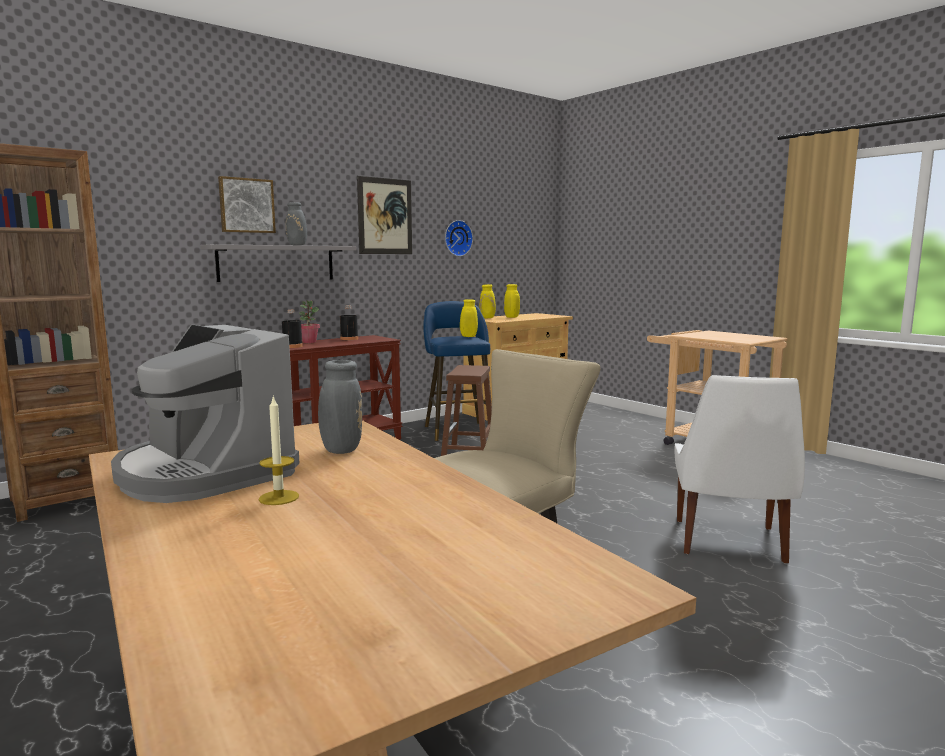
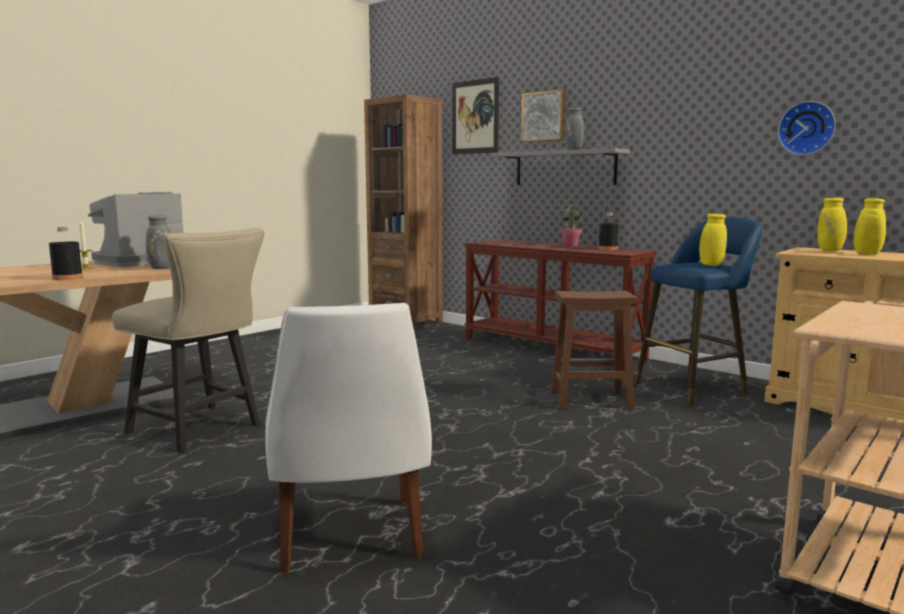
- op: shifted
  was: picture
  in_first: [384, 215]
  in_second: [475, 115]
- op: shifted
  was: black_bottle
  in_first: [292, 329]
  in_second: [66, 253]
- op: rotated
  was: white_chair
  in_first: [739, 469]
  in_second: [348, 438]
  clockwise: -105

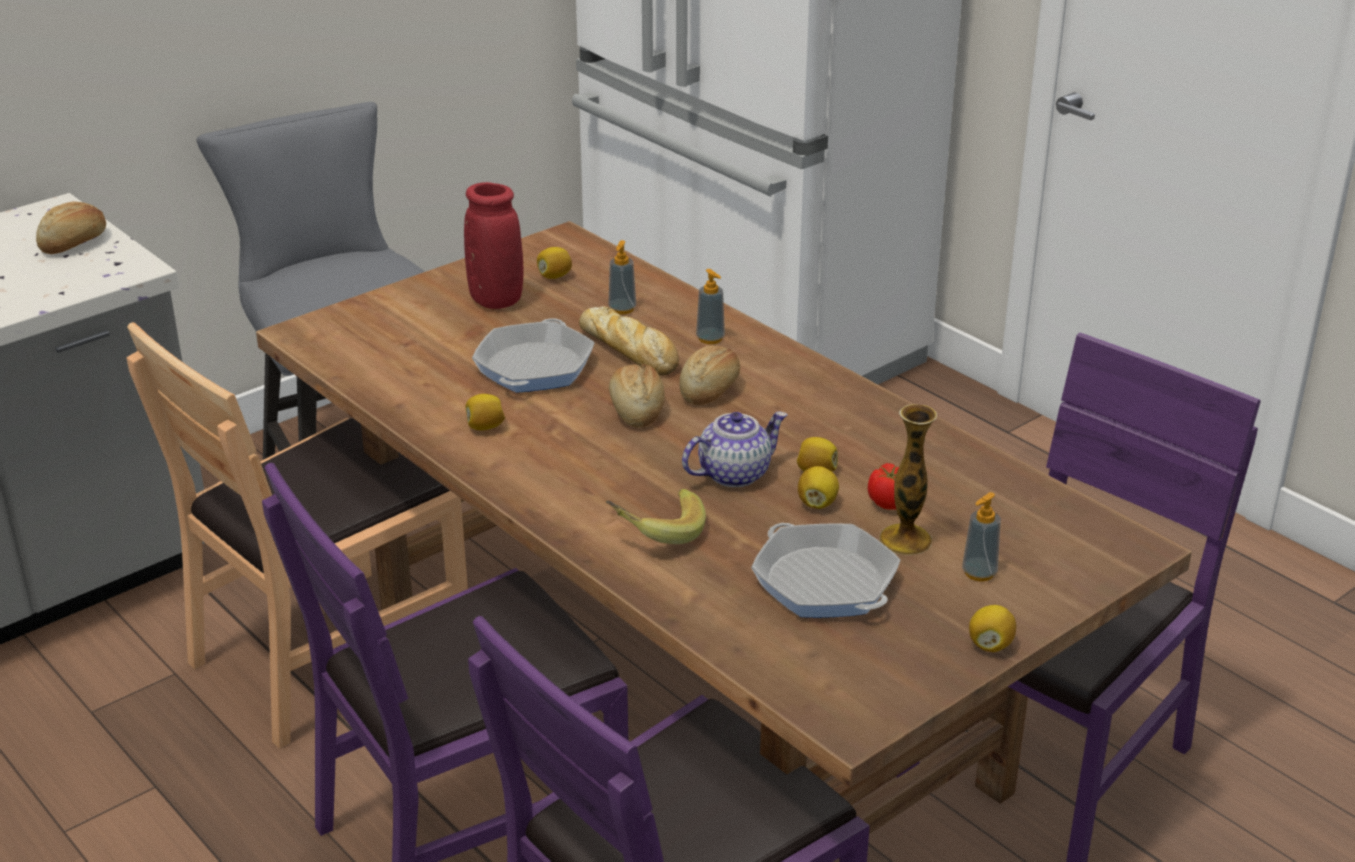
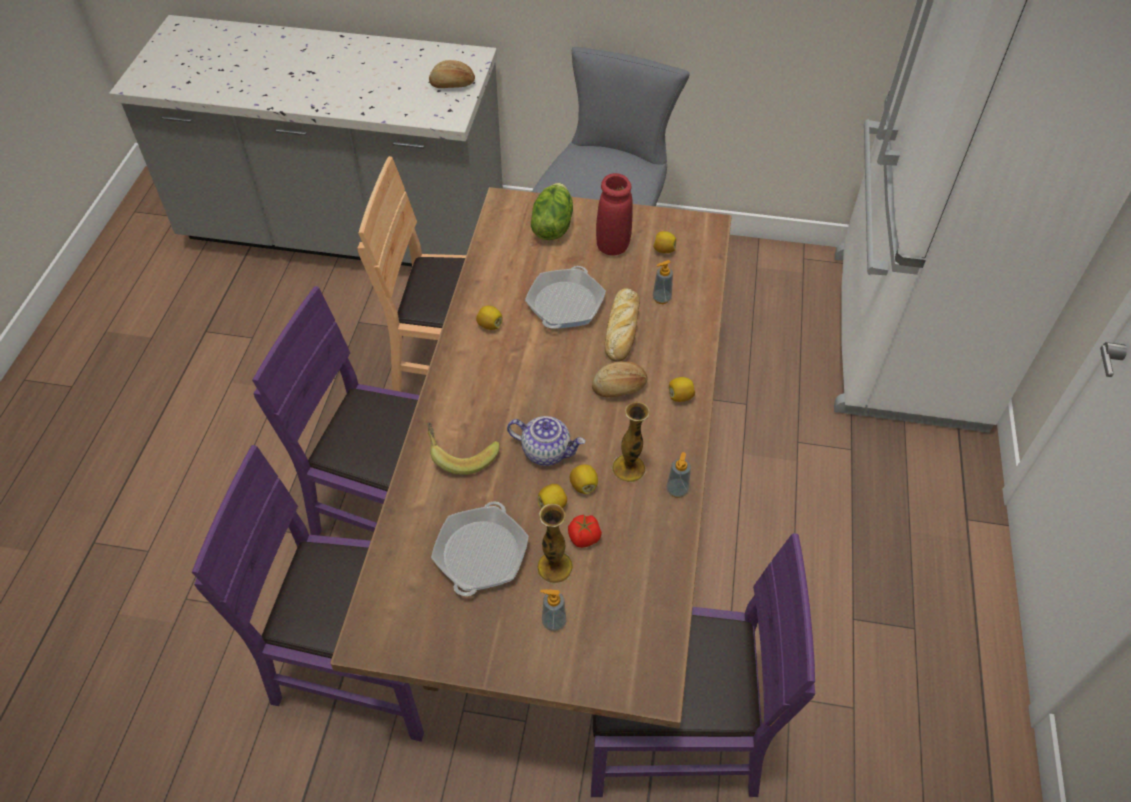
- op: shifted
  was: soap_dispenser
  in_first: [710, 306]
  in_second: [679, 475]
- op: rotated
  was: frying_pan
  in_first: [533, 355]
  in_second: [565, 297]
  clockwise: 135
- op: gone
  was: bread
  in_first: [637, 396]
- op: shifted
  was: lemon
  in_first: [992, 628]
  in_second: [682, 389]
- op: new
  now: lettuce
  in_second: [552, 211]
- op: new
  now: vase
  in_second: [631, 442]

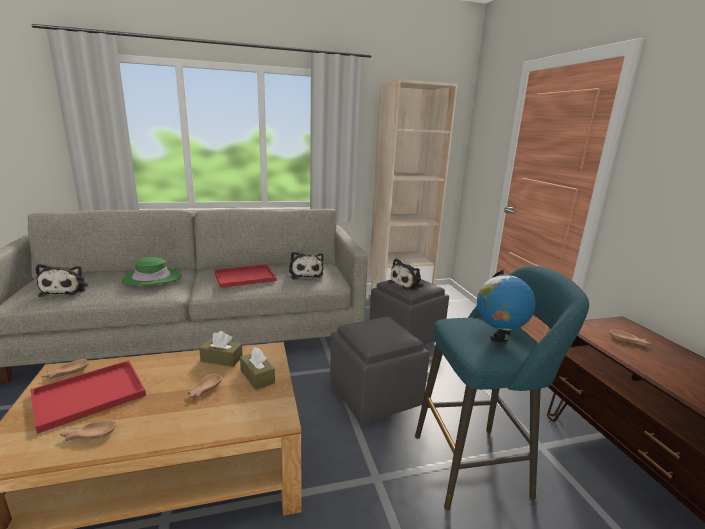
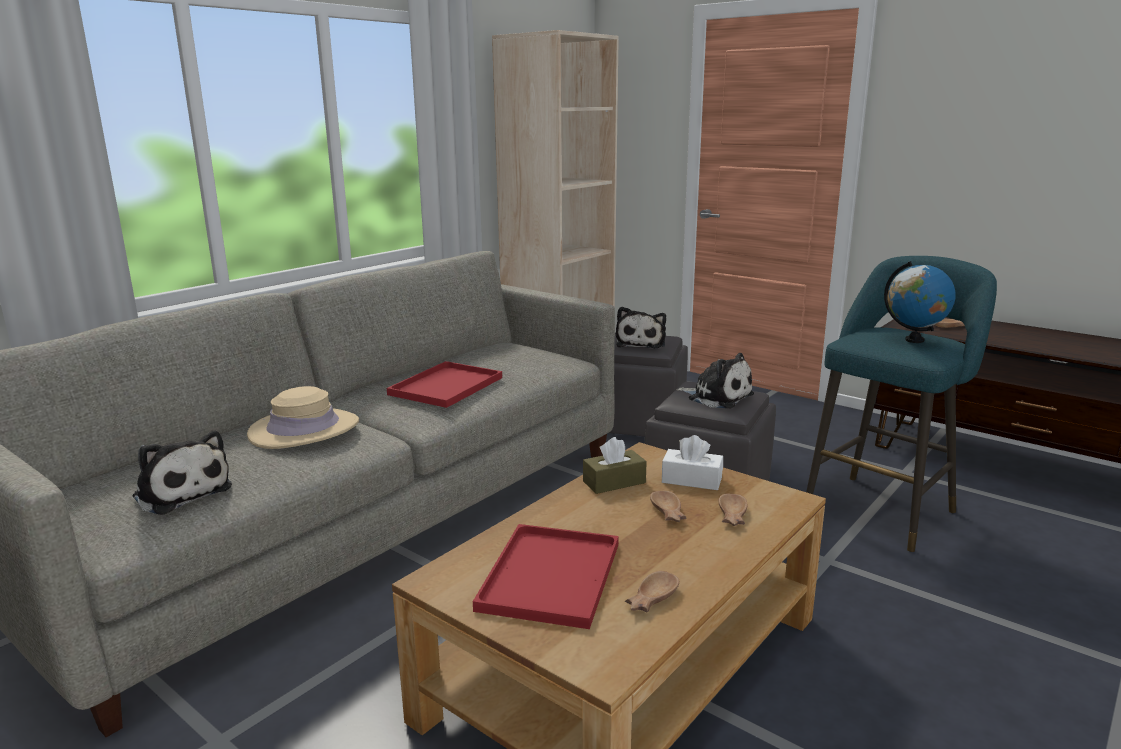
- op: shifted
  was: plush_toy
  in_first: [306, 265]
  in_second: [715, 381]
- op: repainted
  was: green_hat
  now: beige_hat
  in_first: [151, 271]
  in_second: [303, 417]
- op: repainted
  was: brown_tissue_box
  now: white_tissue_box
  in_first: [257, 368]
  in_second: [692, 462]
- op: shifted
  was: brown_bowl
  in_first: [65, 369]
  in_second: [733, 510]

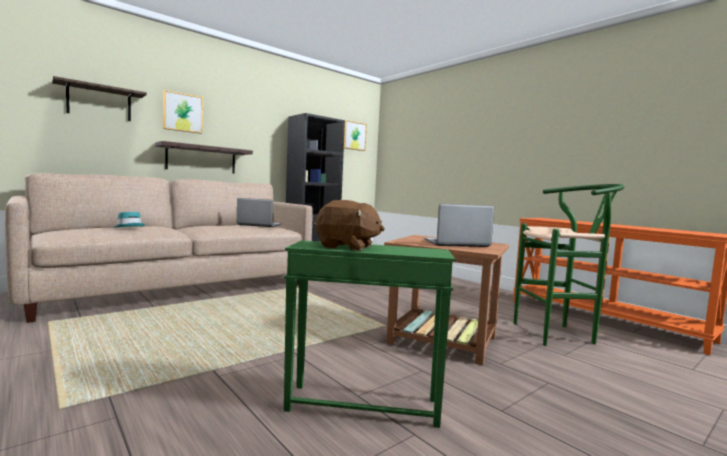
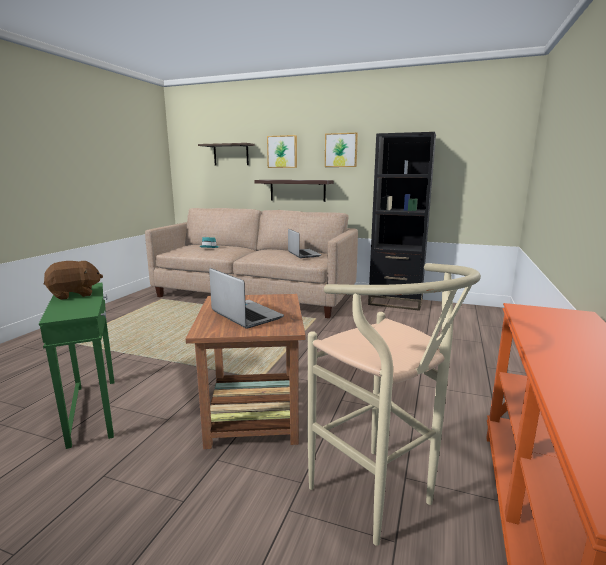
- op: shifted
  was: picture
  in_first: [355, 135]
  in_second: [341, 150]
- op: repainted
  was: green_stool
  now: beige_stool
  in_first: [569, 265]
  in_second: [394, 404]
- op: rotated
  was: brown_plush_toy
  in_first: [350, 225]
  in_second: [73, 280]
  clockwise: -105

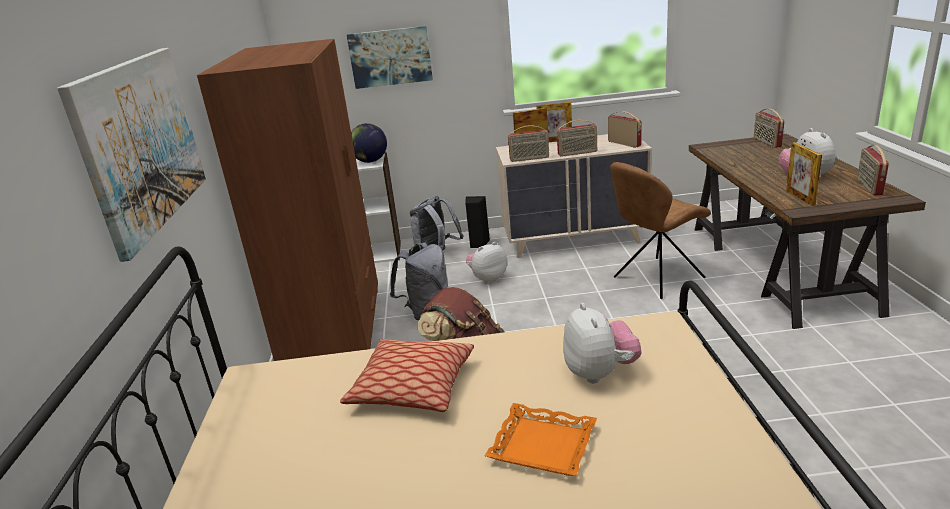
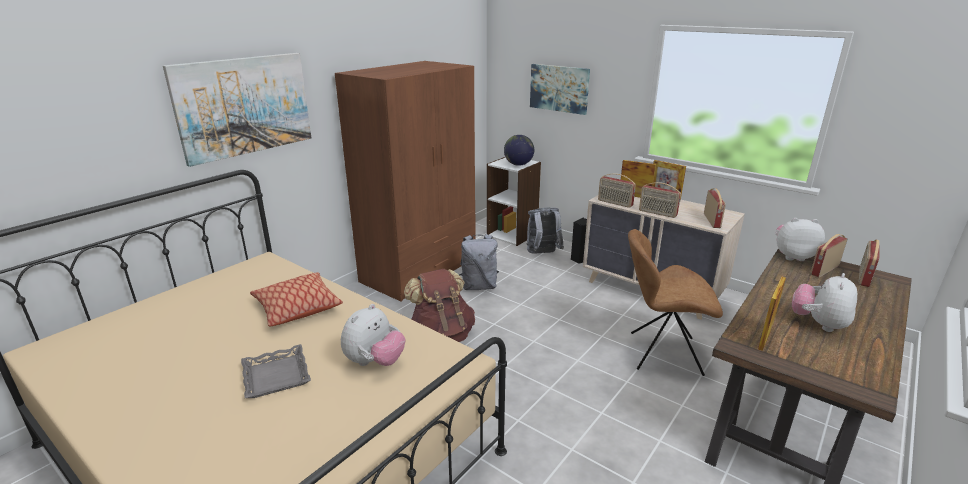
- op: shifted
  was: radio
  in_first: [873, 170]
  in_second: [829, 255]
- op: shifted
  was: plush_toy
  in_first: [486, 263]
  in_second: [800, 239]
- op: repainted
  was: orange_tray
  now: grey_tray
  in_first: [541, 439]
  in_second: [276, 371]

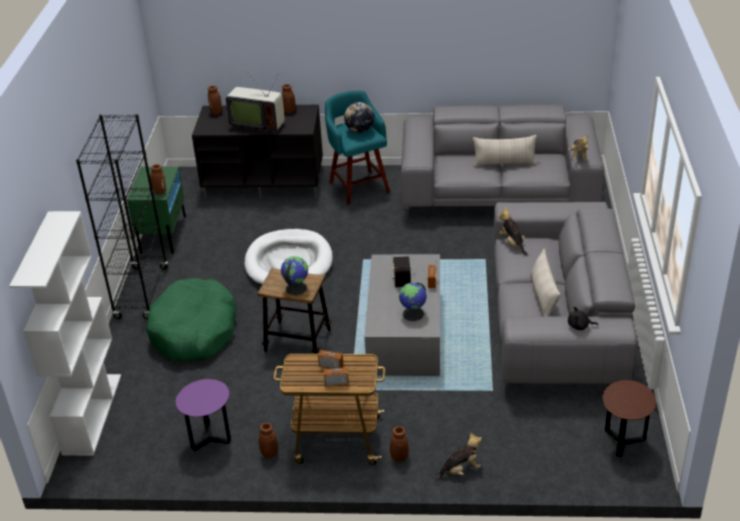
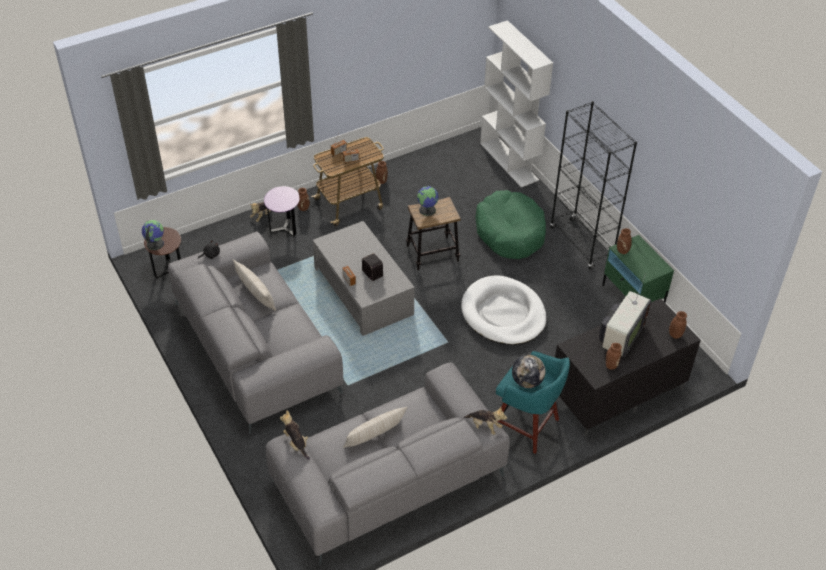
- op: rotated
  was: television
  in_first: [255, 103]
  in_second: [625, 315]
  clockwise: 135
- op: shifted
  was: plush_toy
  in_first: [512, 231]
  in_second: [485, 421]
- op: shifted
  was: globe
  in_first: [413, 301]
  in_second: [153, 235]
- op: shifted
  was: purple_side_table
  in_first: [203, 415]
  in_second: [282, 211]

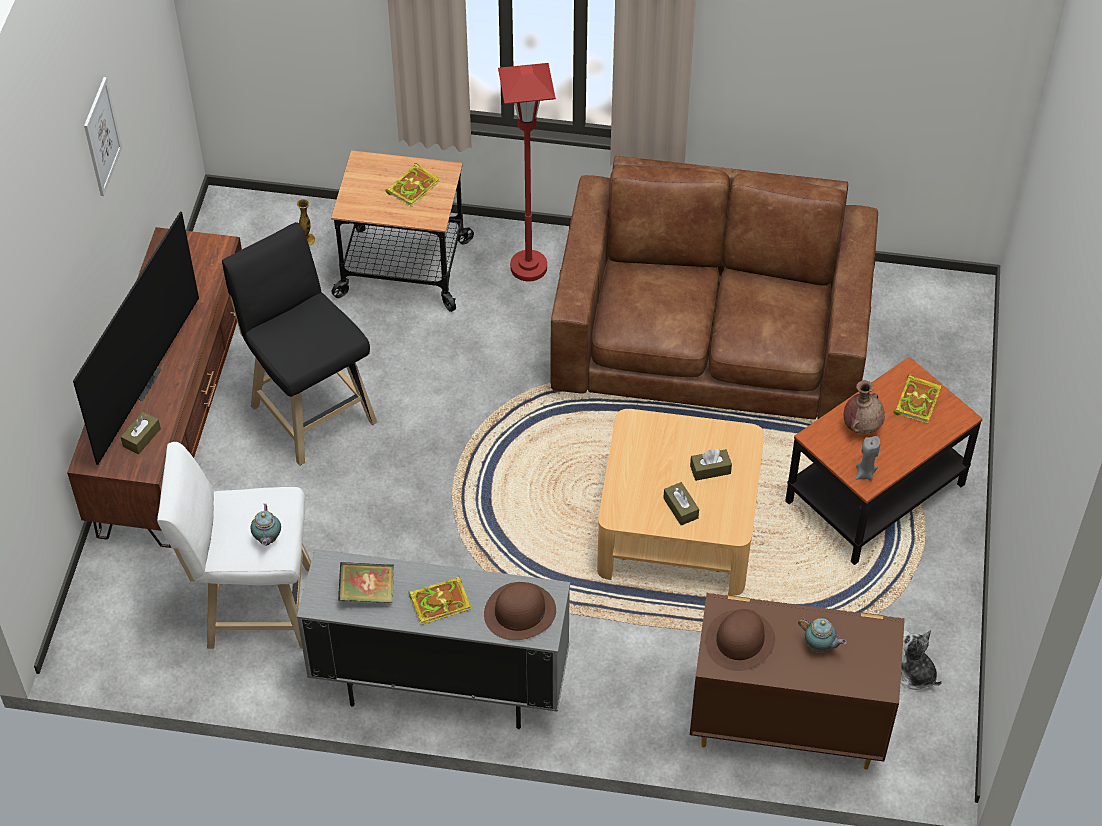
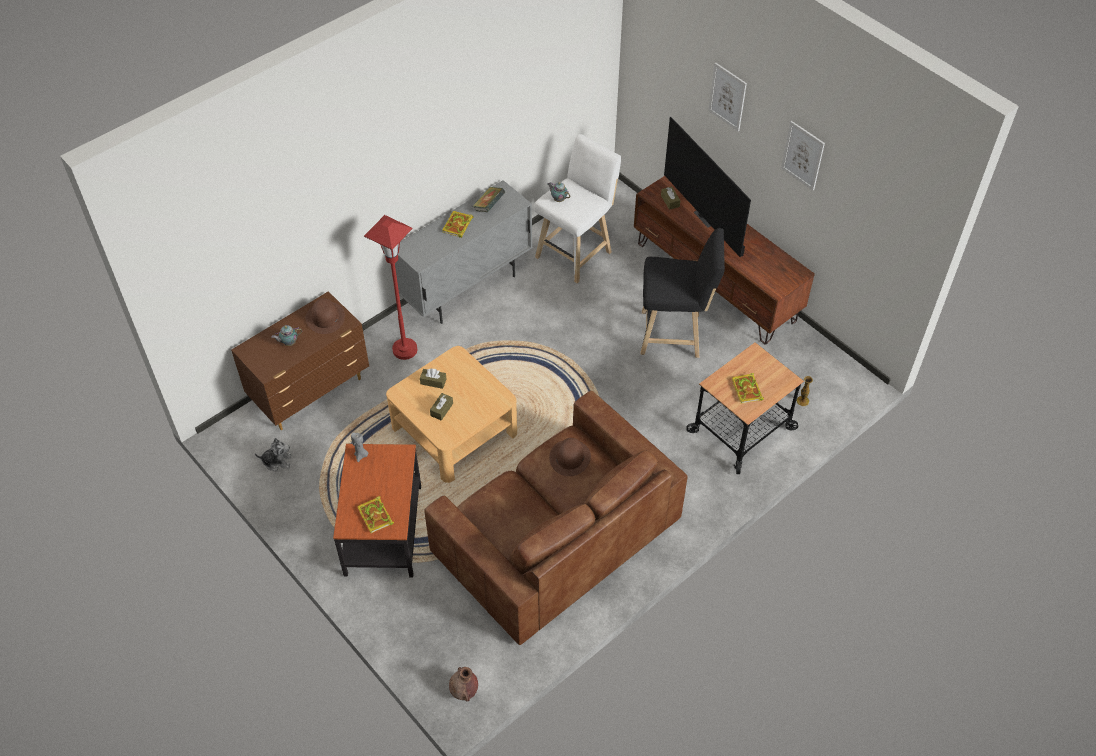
- op: shifted
  was: red_floor_lamp
  in_first: [527, 172]
  in_second: [390, 287]
- op: shifted
  was: brown_vase
  in_first: [864, 407]
  in_second: [463, 684]
- op: shifted
  was: brown_hat
  in_first: [520, 611]
  in_second: [570, 457]
- op: new
  now: picture
  in_second: [727, 97]

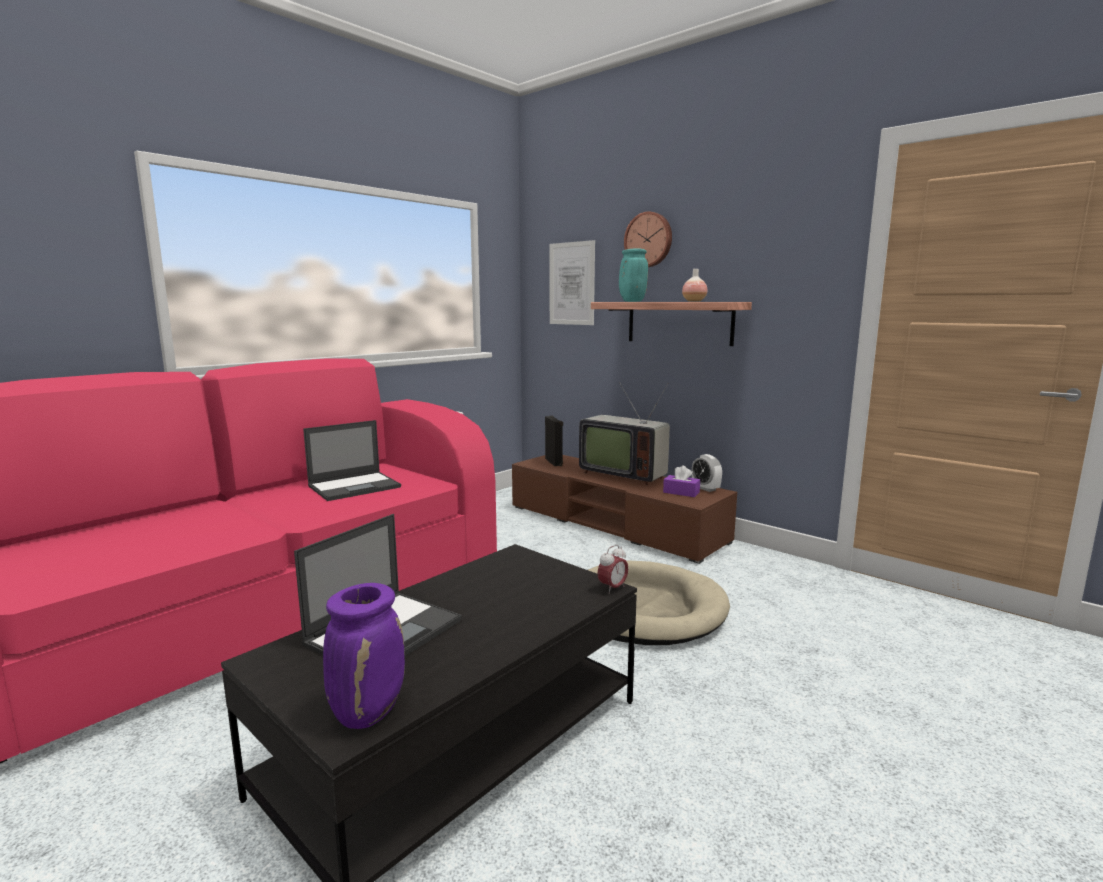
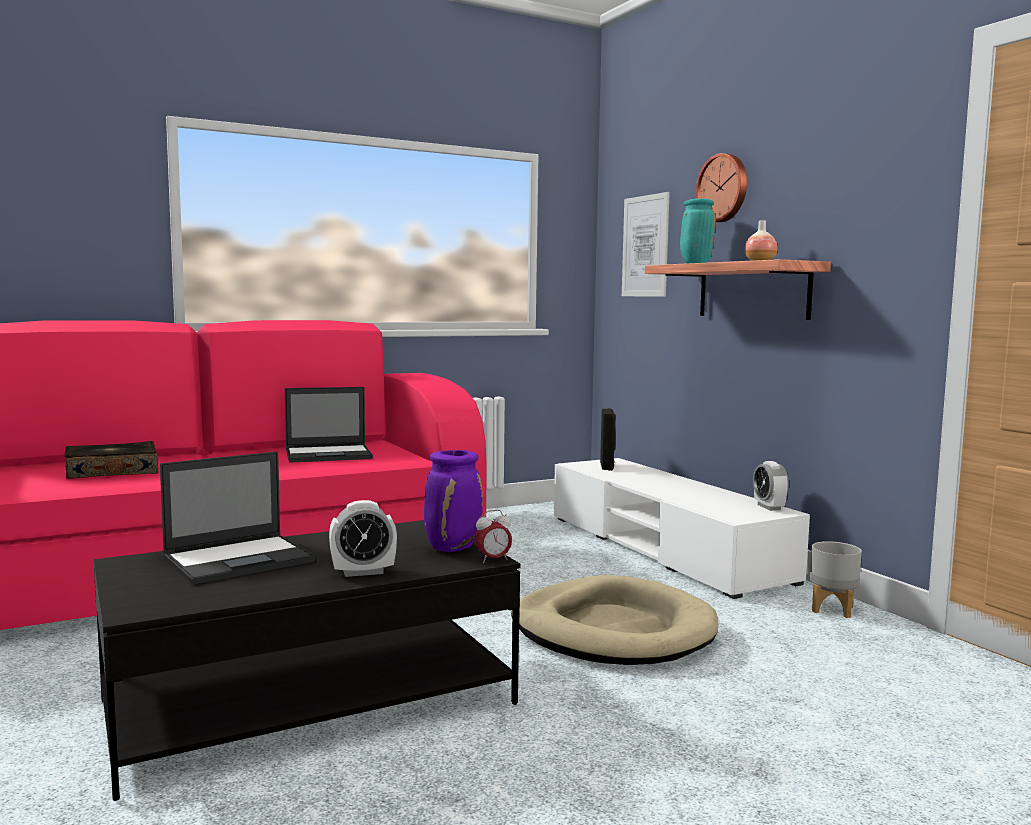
- op: gone
  was: television
  in_first: [624, 433]
- op: repainted
  was: brown_tv_stand
  now: white_tv_stand
  in_first: [624, 509]
  in_second: [682, 528]
- op: gone
  was: purple_tissue_box
  in_first: [681, 481]
- op: shifted
  was: purple_vase
  in_first: [364, 656]
  in_second: [453, 501]
- op: new
  now: book
  in_second: [111, 460]
- op: new
  now: alarm_clock
  in_second: [363, 538]
- op: new
  now: grey_planter
  in_second: [836, 579]

